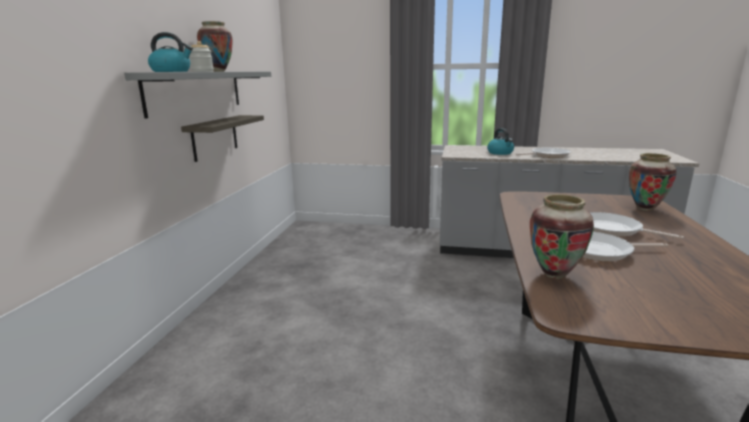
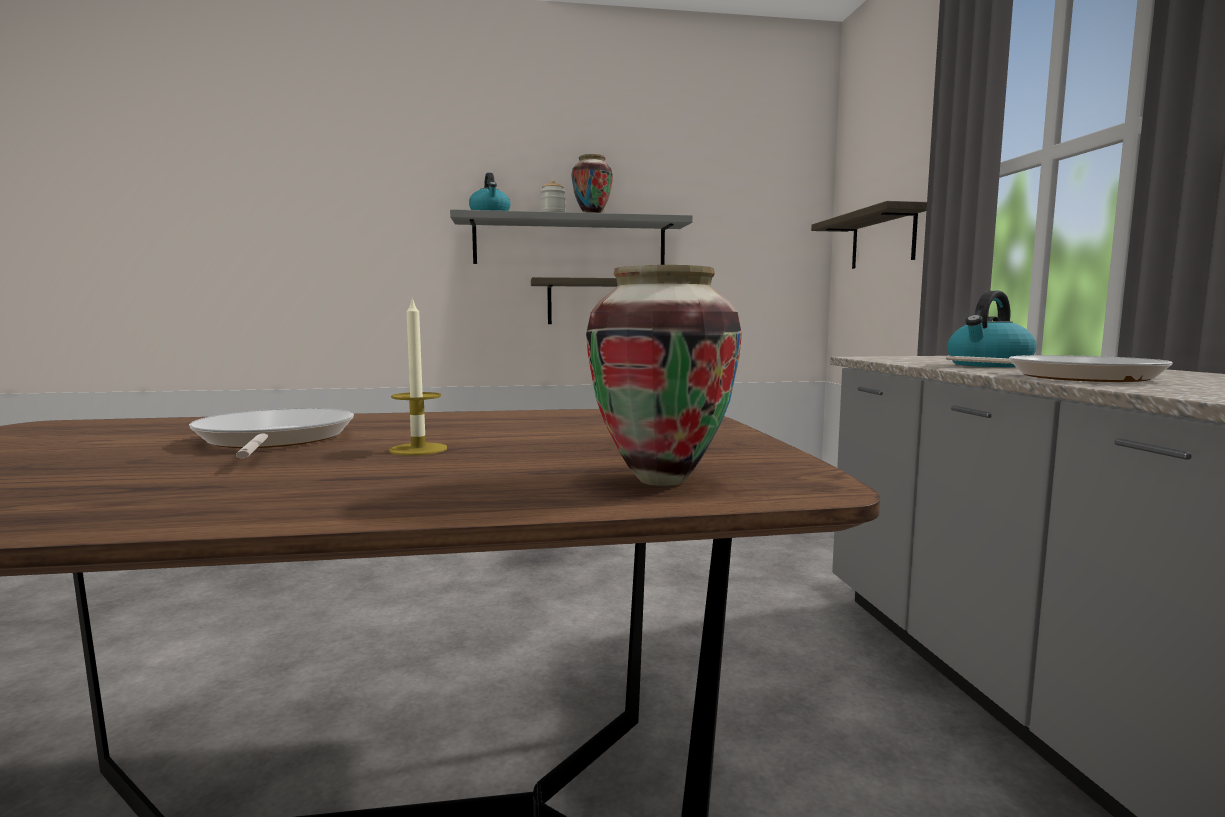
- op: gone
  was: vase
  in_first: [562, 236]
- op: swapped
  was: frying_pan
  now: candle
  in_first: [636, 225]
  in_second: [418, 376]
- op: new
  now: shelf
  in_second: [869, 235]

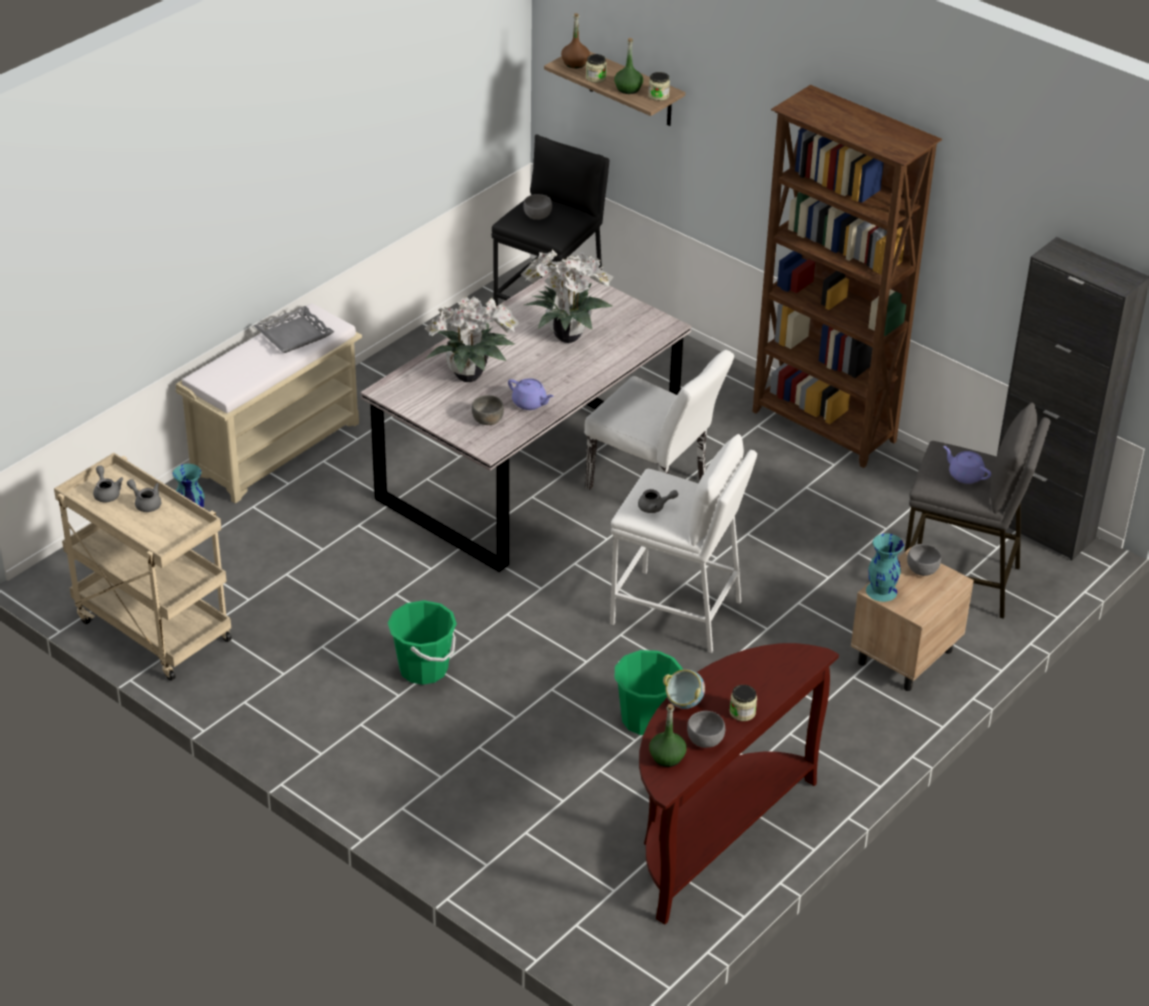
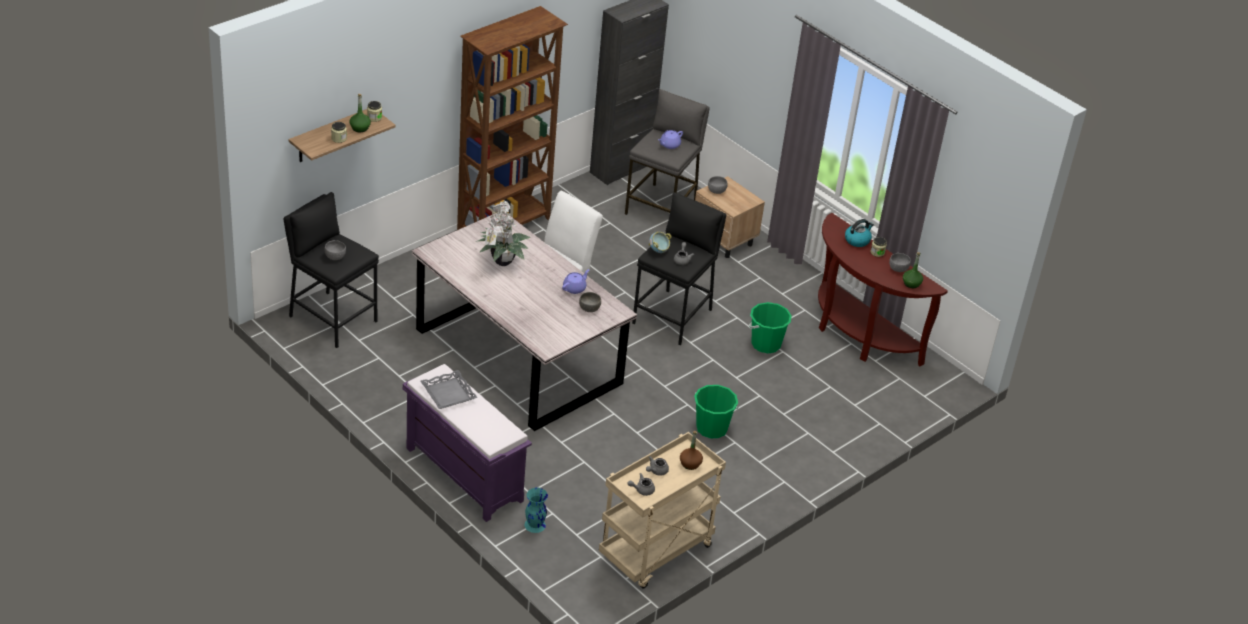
- op: shifted
  was: brown_bottle
  in_first: [575, 40]
  in_second: [691, 450]
- op: gone
  was: potted_plant
  in_first: [473, 339]
- op: repainted
  was: beige_bench
  now: purple_bench
  in_first: [269, 403]
  in_second: [467, 443]
- op: repainted
  was: white_stool
  now: black_stool
  in_first: [683, 543]
  in_second: [679, 268]
- op: gone
  was: turquoise_vase
  in_first: [885, 567]
- op: shifted
  was: bowl
  in_first: [684, 689]
  in_second: [660, 242]
- op: new
  now: kettle
  in_second: [859, 233]

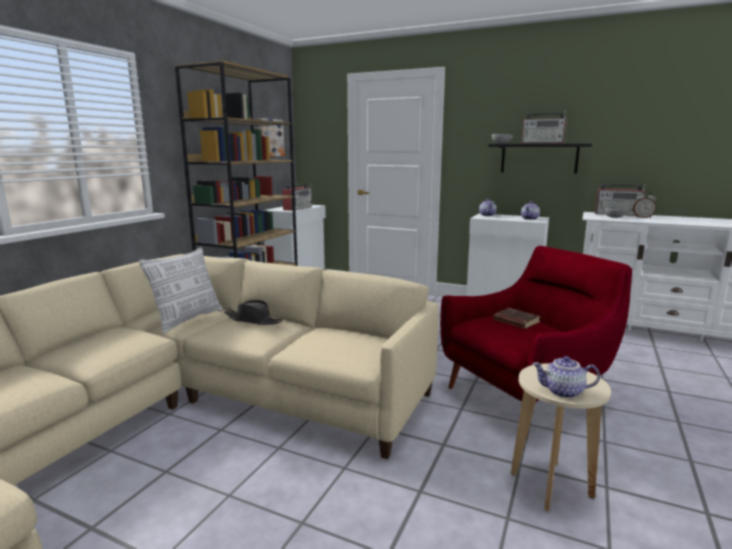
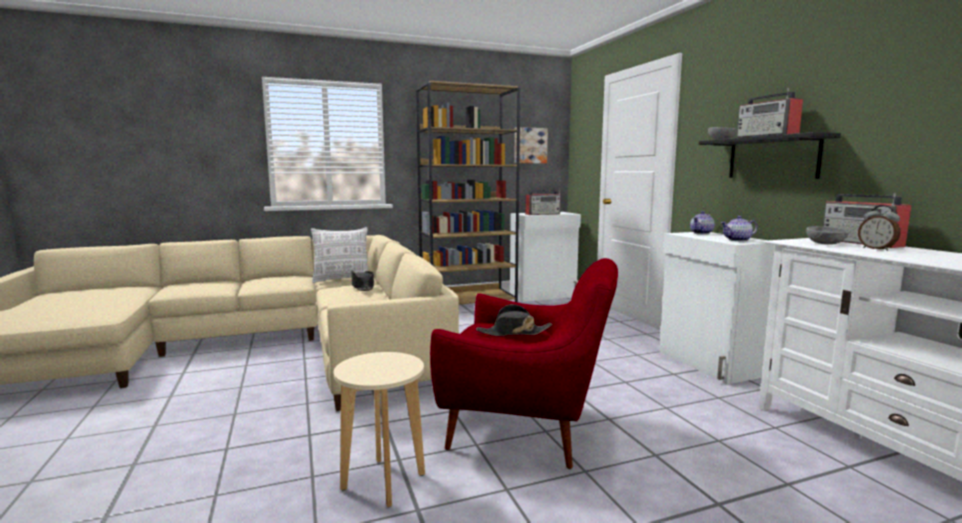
- op: swapped
  was: brown_book
  now: black_hat
  in_first: [516, 318]
  in_second: [514, 320]
- op: gone
  was: teapot
  in_first: [566, 377]

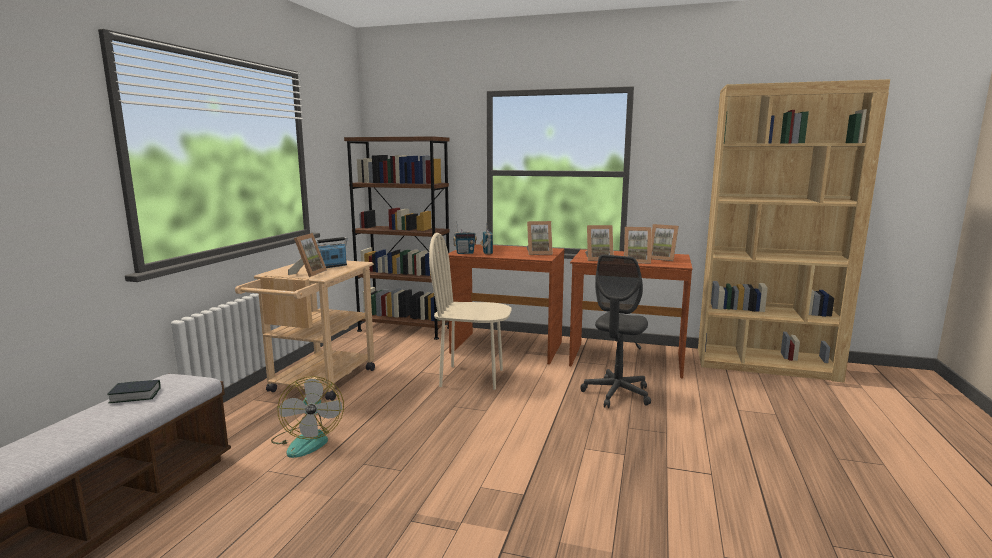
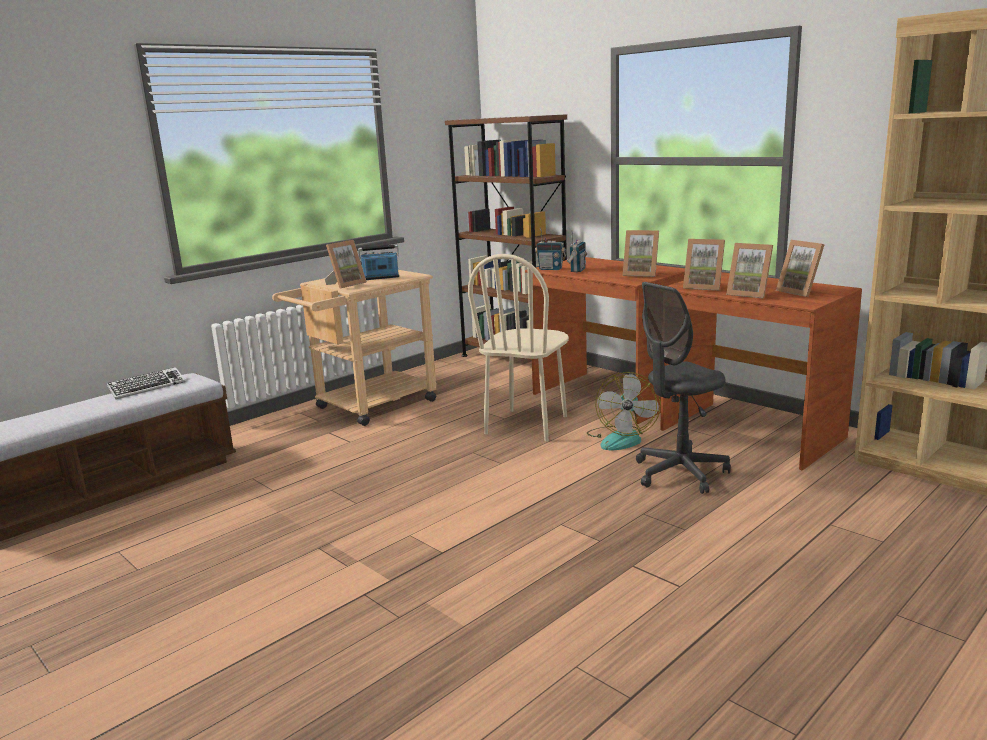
- op: rotated
  was: beige_chair
  in_first: [470, 311]
  in_second: [518, 348]
  clockwise: -105
- op: shifted
  was: fan
  in_first: [307, 417]
  in_second: [624, 411]
- op: swapped
  was: book
  now: keyboard
  in_first: [134, 391]
  in_second: [146, 383]

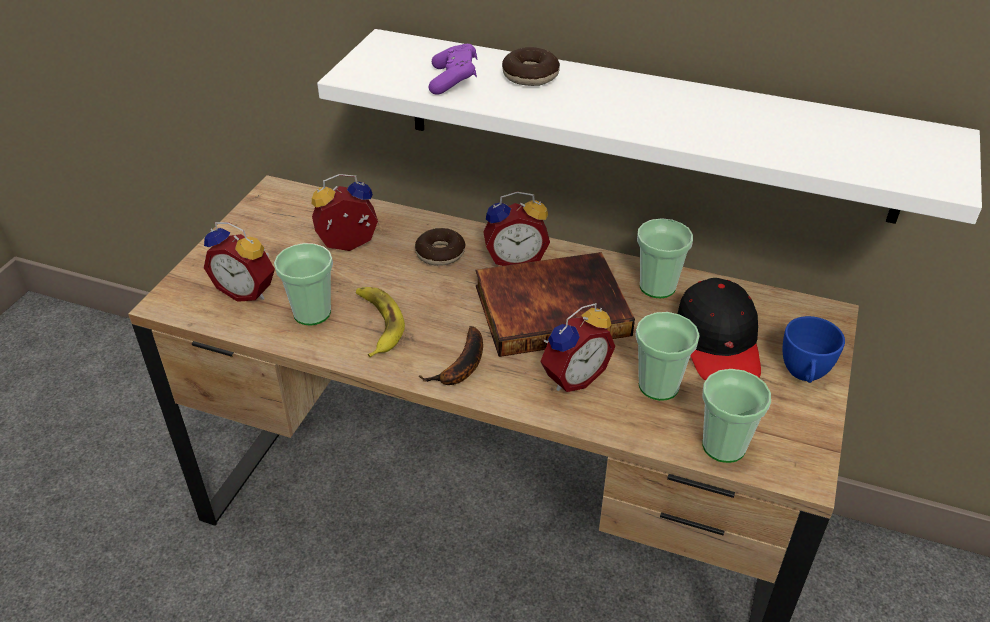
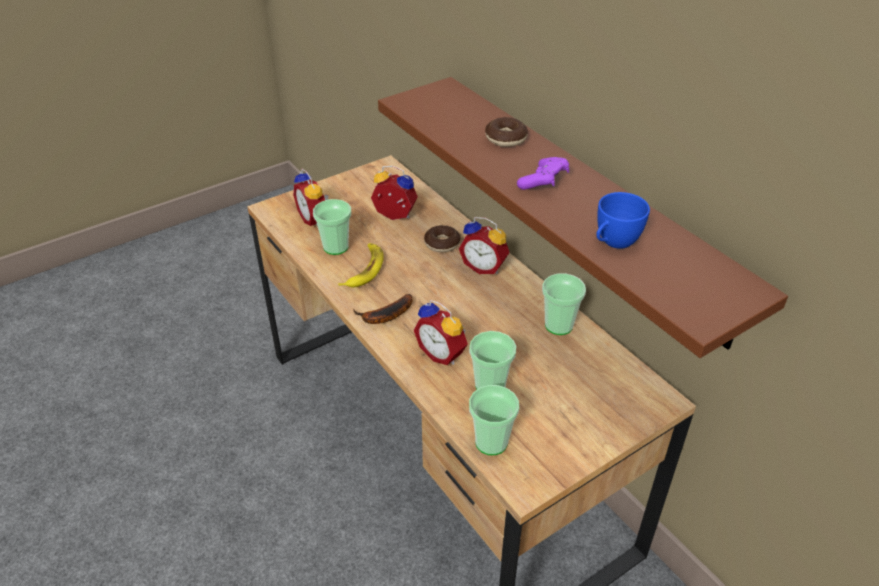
- op: repainted
  was: white_shelf
  now: brown_shelf
  in_first: [649, 126]
  in_second: [583, 217]
- op: shifted
  was: purple_game_controller
  in_first: [453, 69]
  in_second: [543, 173]
- op: gone
  was: book
  in_first: [555, 304]
- op: gone
  was: black_cap
  in_first: [719, 329]
- op: rotated
  was: alarm_clock
  in_first: [578, 347]
  in_second: [441, 332]
  clockwise: 45
- op: shifted
  was: blue_cup
  in_first: [814, 349]
  in_second: [623, 220]

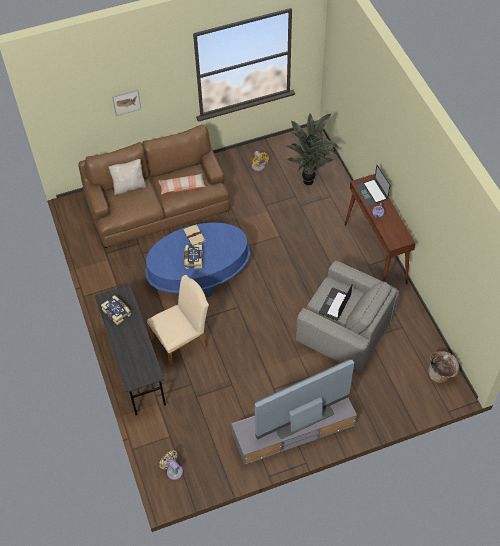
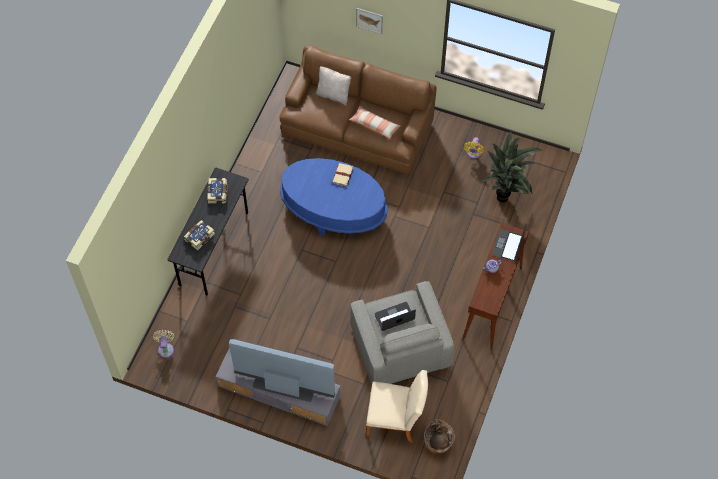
- op: shifted
  was: book
  in_first: [193, 257]
  in_second: [199, 235]
- op: shifted
  was: beige_chair
  in_first: [178, 321]
  in_second: [397, 406]

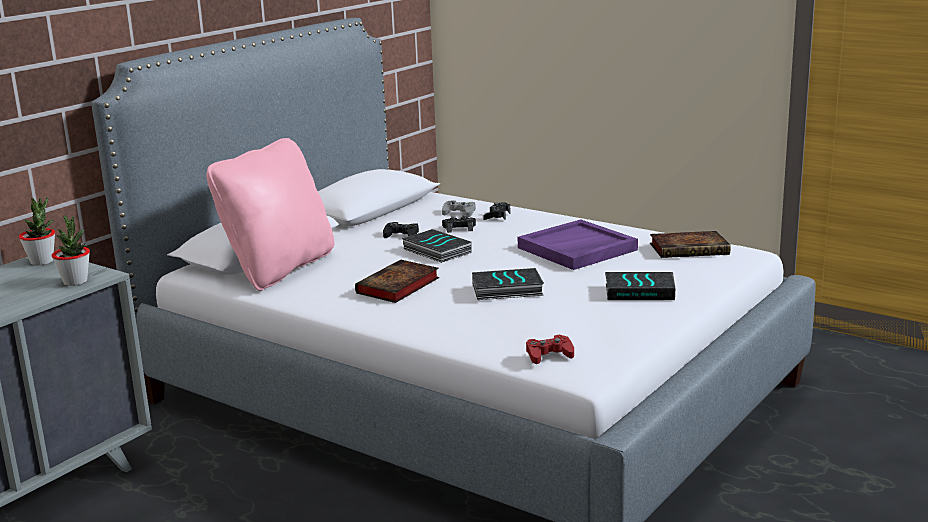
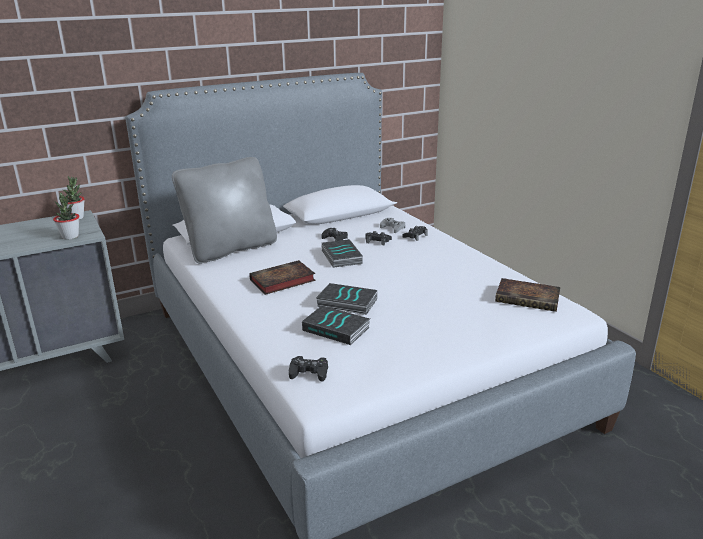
- op: repainted
  was: pink_pillow
  now: grey_pillow
  in_first: [270, 214]
  in_second: [224, 210]
- op: gone
  was: purple_tray
  in_first: [578, 244]
- op: shifted
  was: book
  in_first: [640, 286]
  in_second: [336, 325]
- op: repainted
  was: red_game_controller
  now: black_game_controller
  in_first: [550, 349]
  in_second: [308, 369]

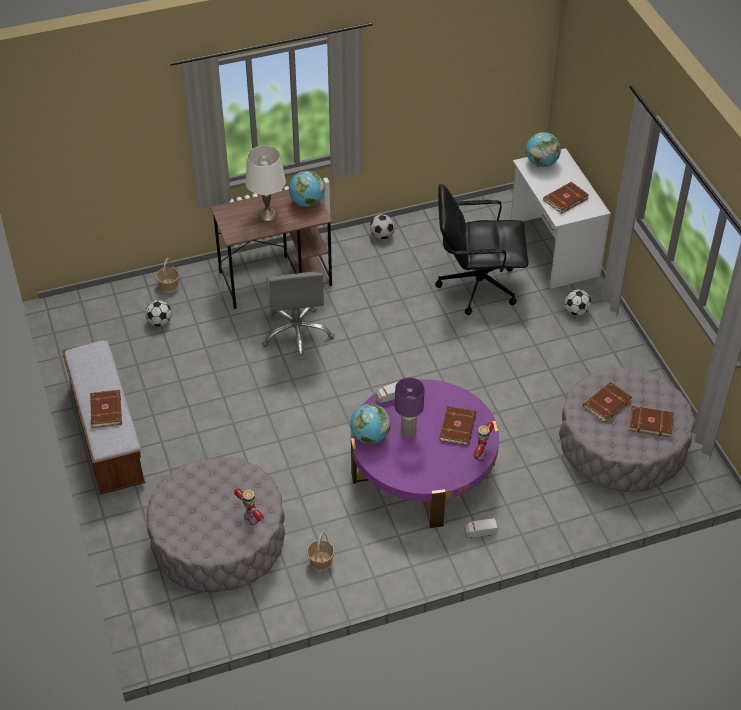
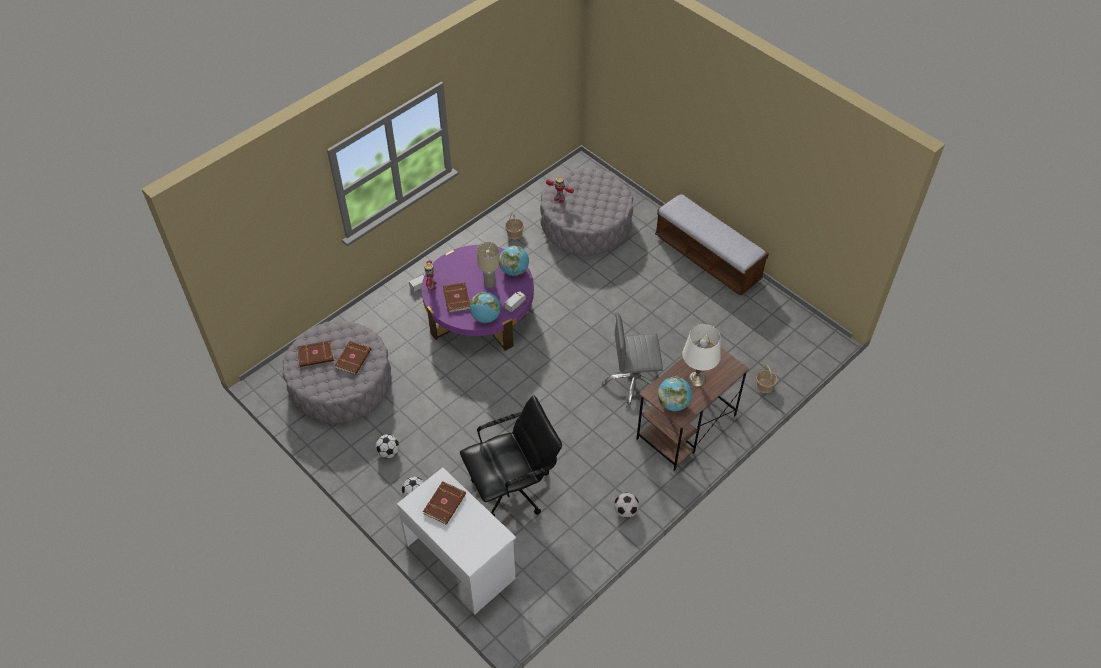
- op: shifted
  was: globe
  in_first: [543, 149]
  in_second: [485, 307]
- op: rotated
  was: grey_office_chair
  in_first: [298, 315]
  in_second: [632, 360]
  clockwise: -60
- op: shifted
  was: football
  in_first: [158, 313]
  in_second: [387, 446]
- op: repainted
  was: purple_table_lamp
  now: beige_table_lamp
  in_first: [410, 408]
  in_second: [488, 265]
- op: gone
  was: brown_book
  in_first: [106, 409]

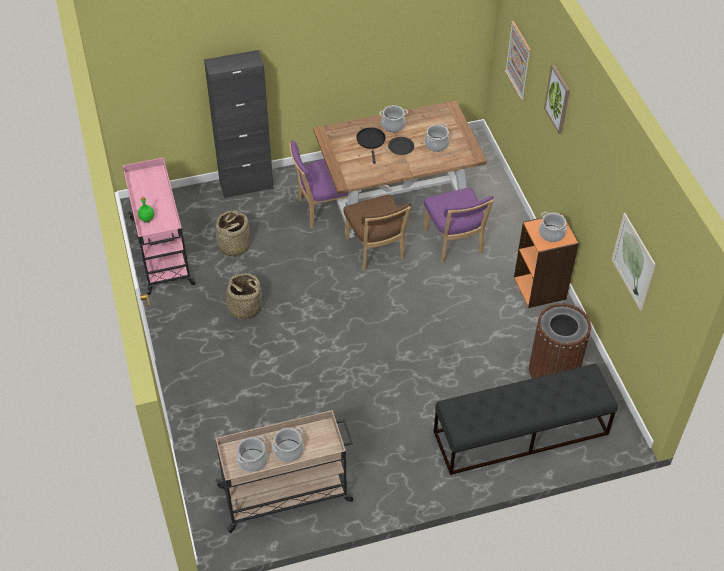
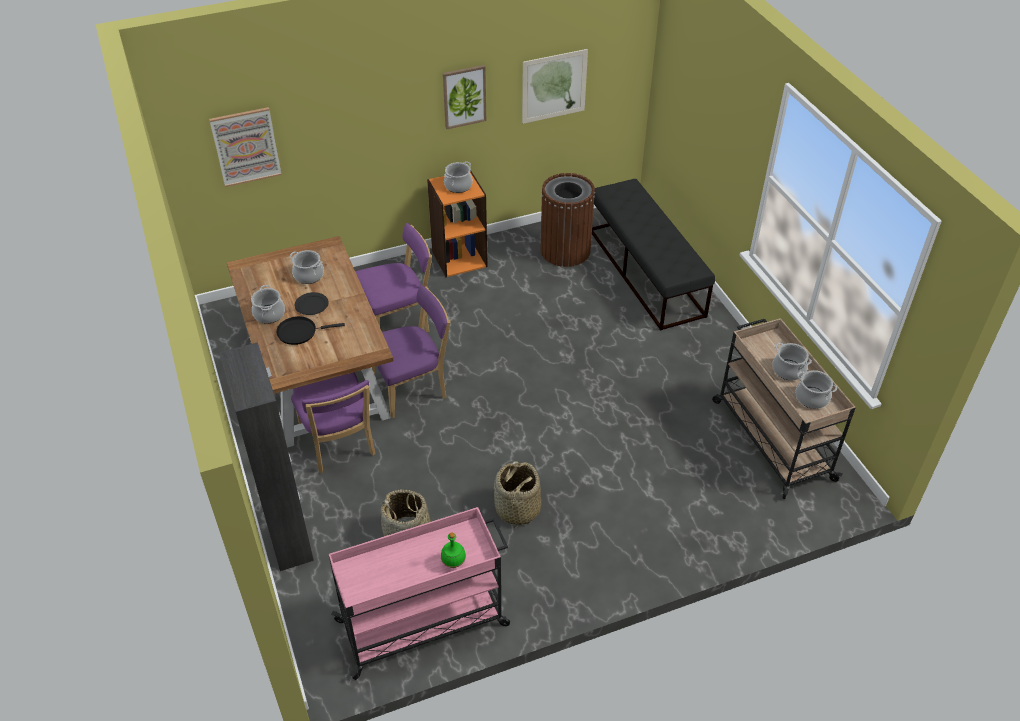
- op: shifted
  was: picture
  in_first: [557, 99]
  in_second: [464, 97]
- op: repainted
  was: brown_chair
  now: purple_chair
  in_first: [377, 232]
  in_second: [411, 351]

